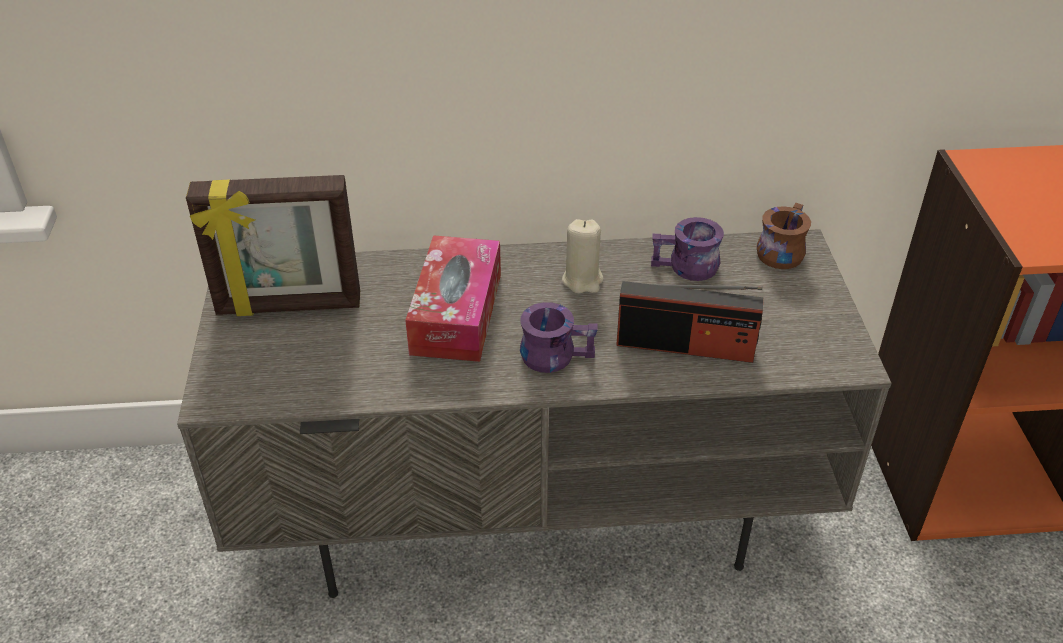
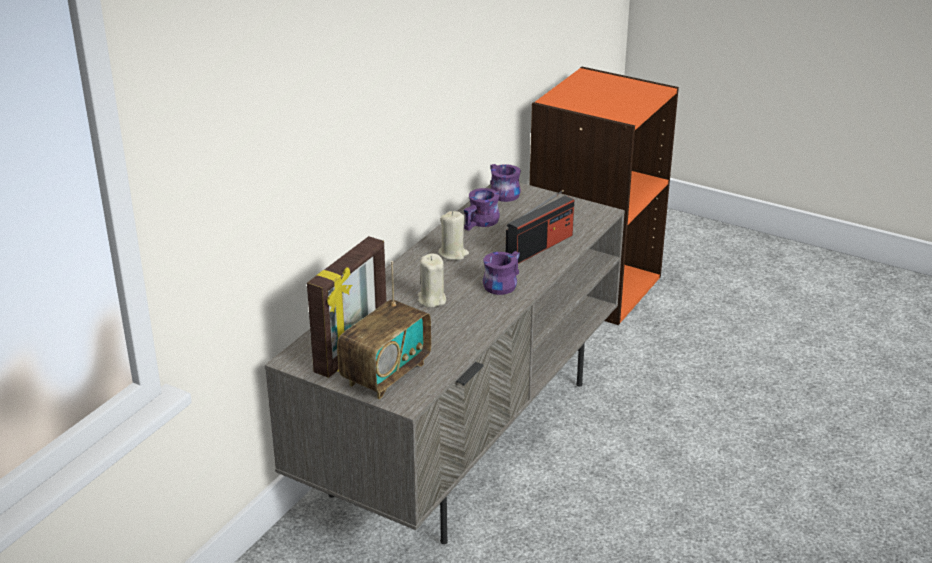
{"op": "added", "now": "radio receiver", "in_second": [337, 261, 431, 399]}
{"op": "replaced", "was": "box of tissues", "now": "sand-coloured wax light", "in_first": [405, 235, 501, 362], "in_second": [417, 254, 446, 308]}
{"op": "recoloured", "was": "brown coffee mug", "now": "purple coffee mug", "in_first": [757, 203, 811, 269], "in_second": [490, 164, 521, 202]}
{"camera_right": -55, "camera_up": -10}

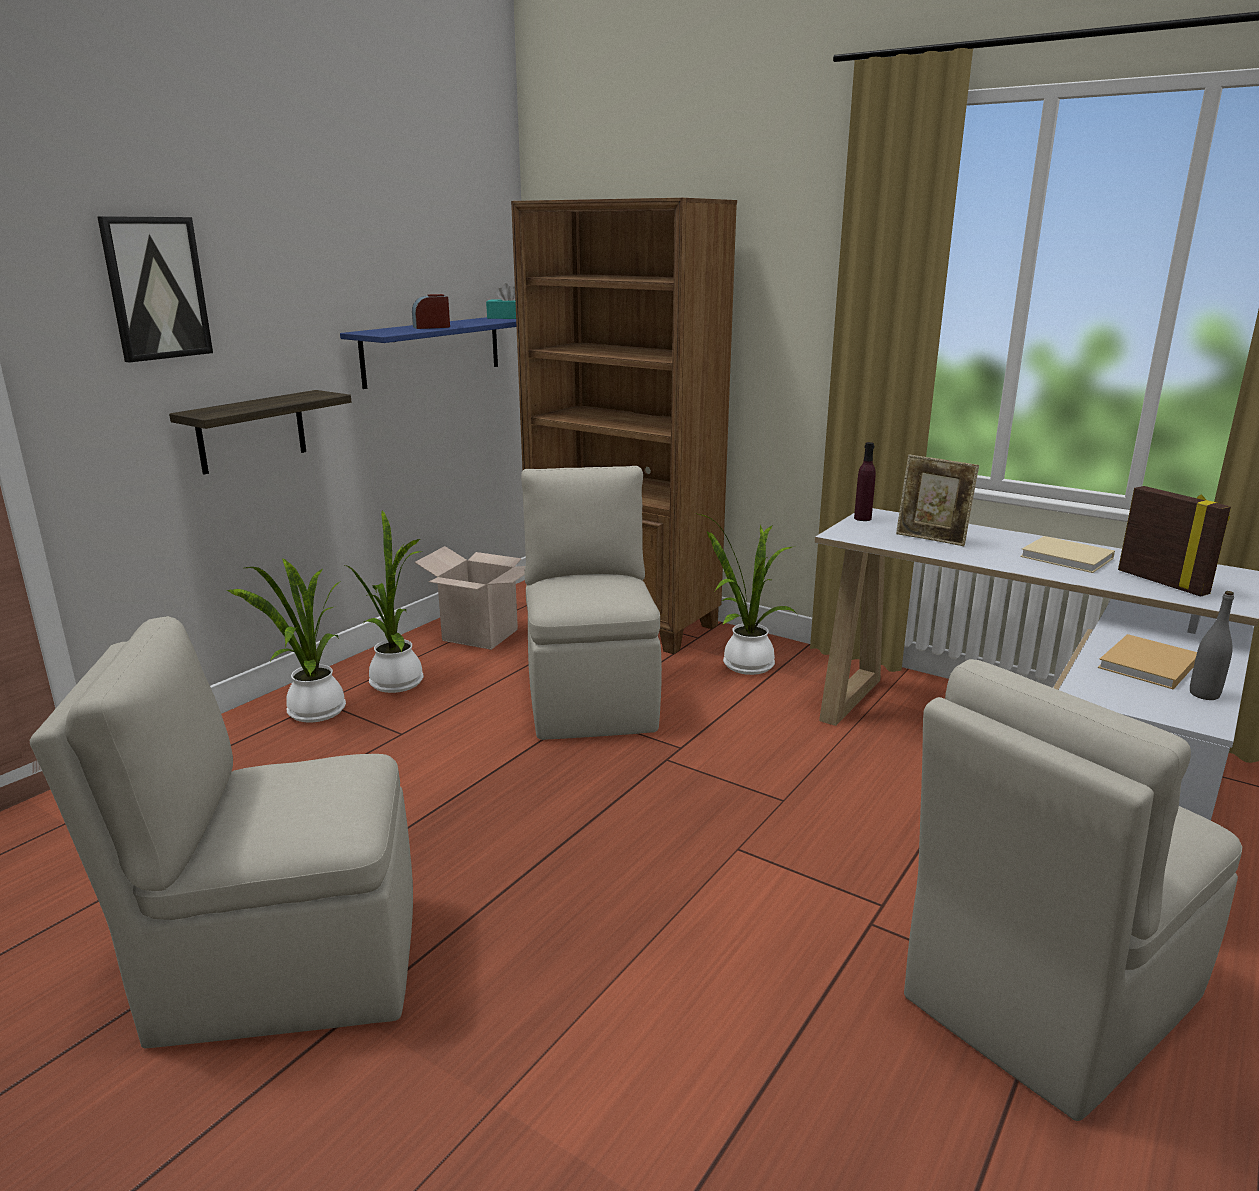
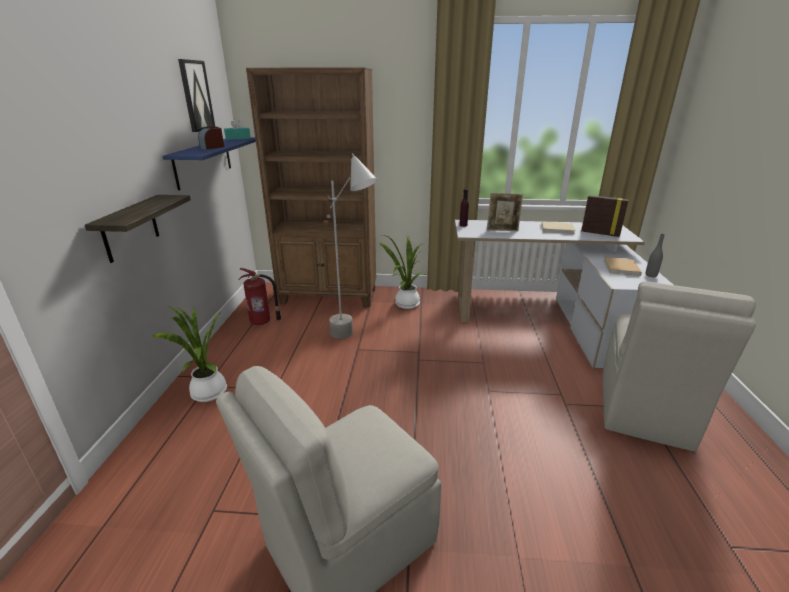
{"op": "removed", "was": "potted plant", "in_first": [345, 511, 424, 693]}
{"op": "moved", "was": "picture", "in_first": [97, 216, 213, 363], "in_second": [178, 59, 215, 132]}
{"op": "replaced", "was": "cardboard box", "now": "fire-fighting cylinder", "in_first": [414, 546, 525, 650], "in_second": [239, 268, 281, 325]}
{"op": "replaced", "was": "sand-coloured upright chair", "now": "greyish standard lamp", "in_first": [521, 466, 662, 740], "in_second": [327, 153, 377, 339]}
{"camera_right": -30, "camera_up": 5}

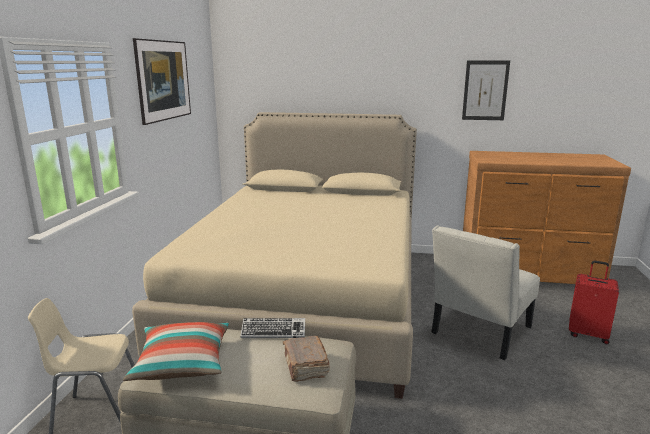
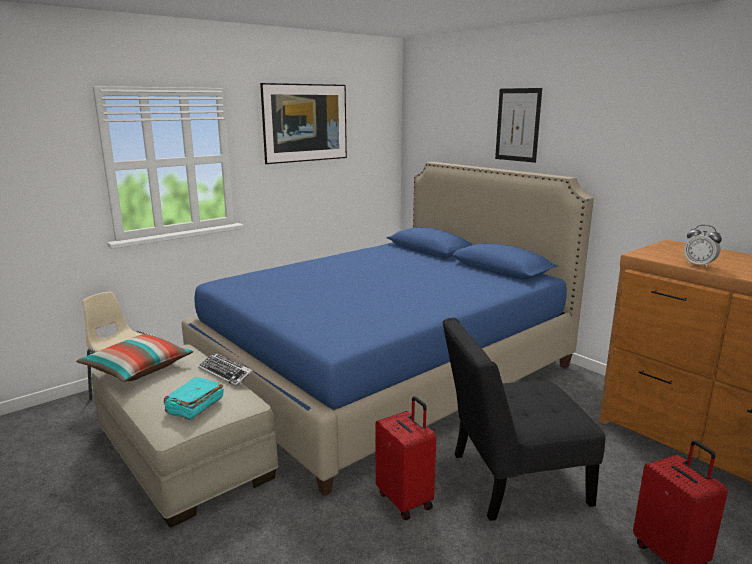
{"op": "added", "now": "red-coloured piece of luggage", "in_second": [376, 396, 436, 520]}
{"op": "added", "now": "alarm clock", "in_second": [684, 225, 722, 268]}
{"op": "moved", "was": "picture", "in_first": [462, 60, 510, 120], "in_second": [495, 88, 542, 163]}
{"op": "recoloured", "was": "sand-coloured sleeping bed", "now": "bluish sleeping bed", "in_first": [132, 112, 417, 399], "in_second": [182, 162, 594, 496]}
{"op": "recoloured", "was": "brown volume", "now": "turquoise-coloured volume", "in_first": [283, 336, 330, 382], "in_second": [164, 377, 224, 421]}
{"op": "recoloured", "was": "whitish upright chair", "now": "blackish upright chair", "in_first": [431, 225, 540, 360], "in_second": [442, 318, 605, 521]}
{"camera_right": 40, "camera_up": 0}

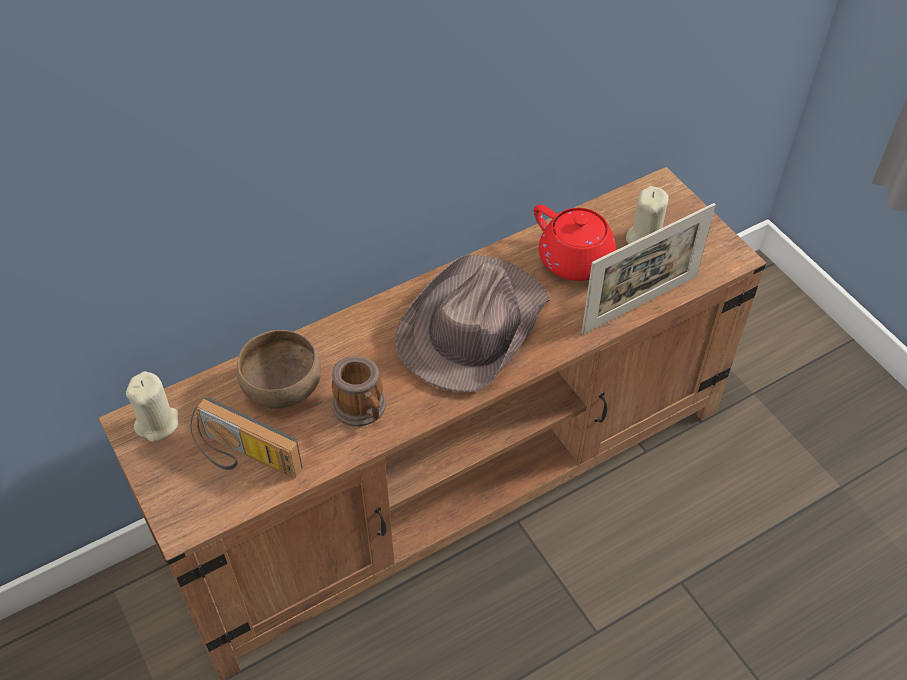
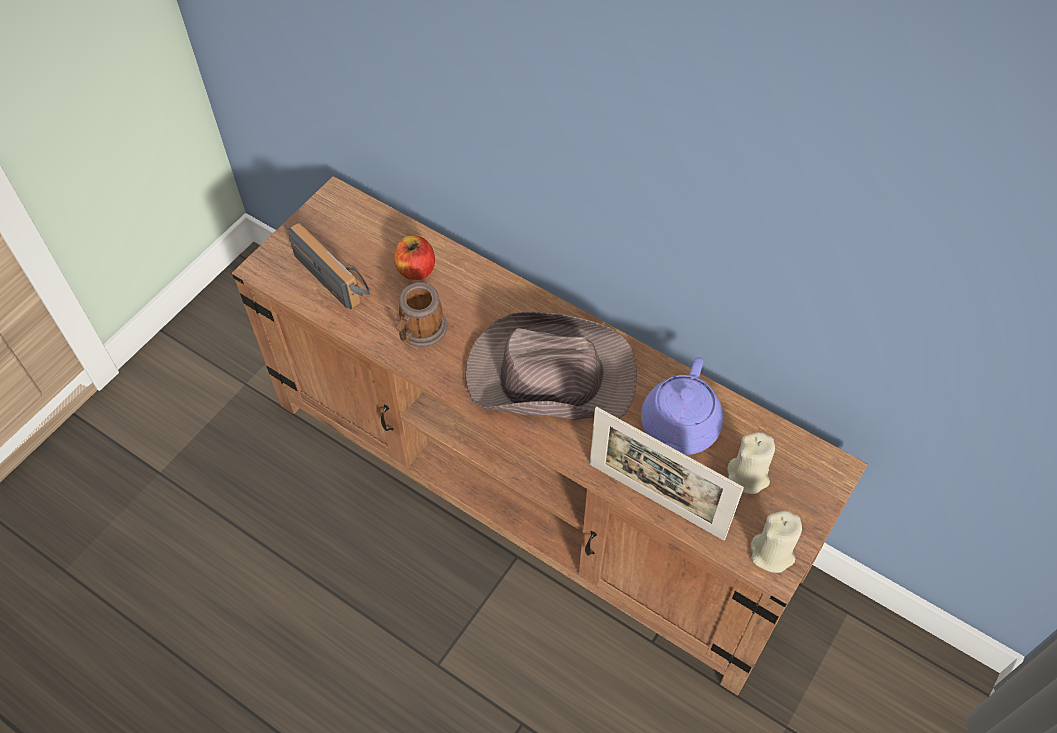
{"op": "moved", "was": "sand-coloured wax light", "in_first": [126, 371, 178, 442], "in_second": [751, 511, 802, 573]}
{"op": "replaced", "was": "brown bowl", "now": "apple fruit", "in_first": [237, 330, 321, 409], "in_second": [394, 235, 435, 280]}
{"op": "recoloured", "was": "red-coloured tea pot", "now": "purple tea pot", "in_first": [534, 204, 616, 281], "in_second": [641, 357, 723, 455]}
{"op": "turned", "was": "radio receiver", "in_first": [191, 398, 303, 478], "in_second": [288, 223, 370, 309], "clockwise": 135}
{"camera_right": 65, "camera_up": 5}

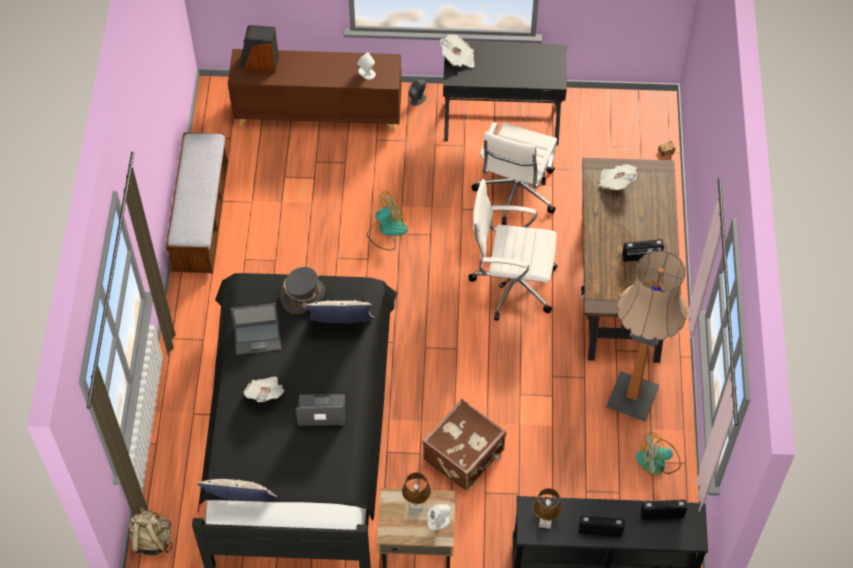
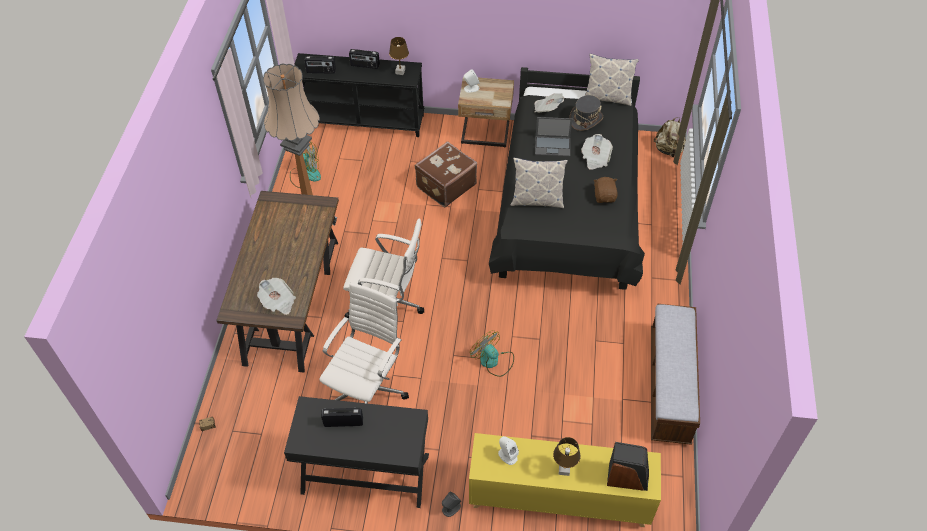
{"op": "moved", "was": "greyish clothing hat", "in_first": [281, 267, 325, 314], "in_second": [569, 95, 603, 131]}
{"op": "moved", "was": "brown table lamp", "in_first": [402, 472, 431, 512], "in_second": [553, 437, 581, 476]}
{"op": "moved", "was": "daily paper", "in_first": [440, 35, 475, 68], "in_second": [534, 93, 564, 112]}
{"op": "moved", "was": "radio receiver", "in_first": [622, 239, 664, 262], "in_second": [321, 408, 363, 427]}
{"op": "replaced", "was": "portable computer", "now": "brown soft toy", "in_first": [231, 303, 281, 355], "in_second": [594, 177, 618, 203]}
{"op": "recoloured", "was": "brown cupboard", "now": "yellowish cupboard", "in_first": [228, 49, 402, 131], "in_second": [469, 433, 661, 527]}
{"op": "turned", "was": "fan", "in_first": [367, 191, 408, 250], "in_second": [470, 330, 514, 377], "clockwise": 75}
{"camera_right": -175, "camera_up": -5}

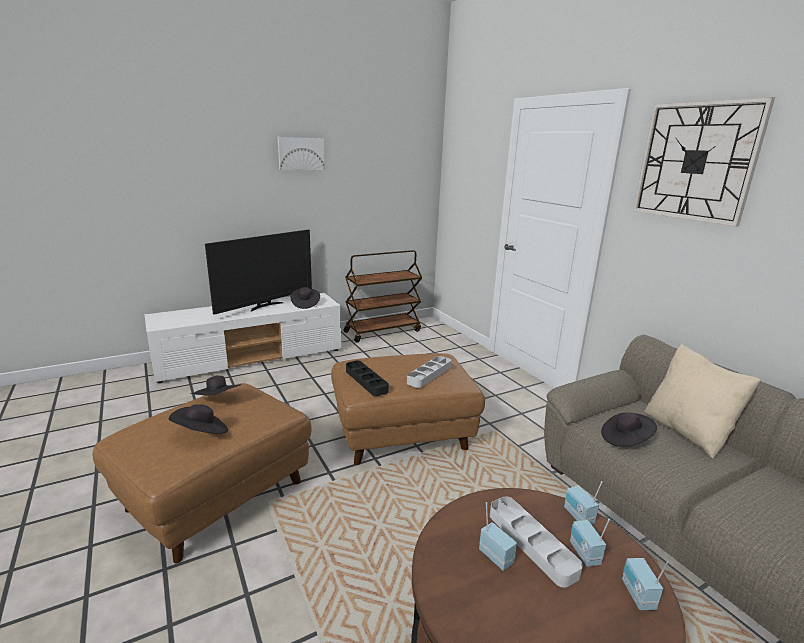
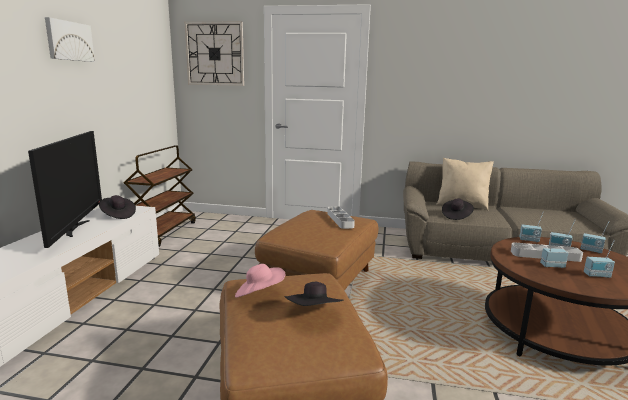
{"op": "removed", "was": "blackish tray", "in_first": [346, 361, 388, 396]}
{"op": "added", "now": "radio receiver", "in_second": [584, 240, 615, 278]}
{"op": "moved", "was": "clock on the wall", "in_first": [633, 97, 775, 227], "in_second": [184, 22, 244, 86]}
{"op": "recoloured", "was": "blackish clothing hat", "now": "pinkish clothing hat", "in_first": [191, 376, 241, 396], "in_second": [235, 264, 285, 298]}
{"camera_right": -50, "camera_up": -5}

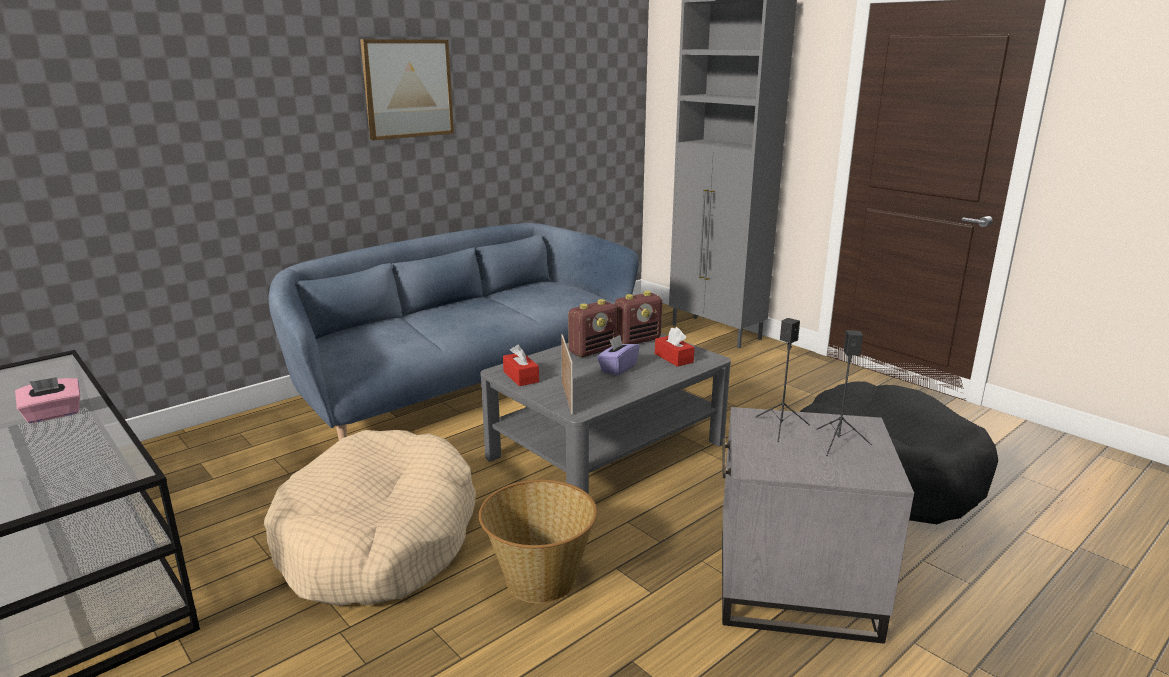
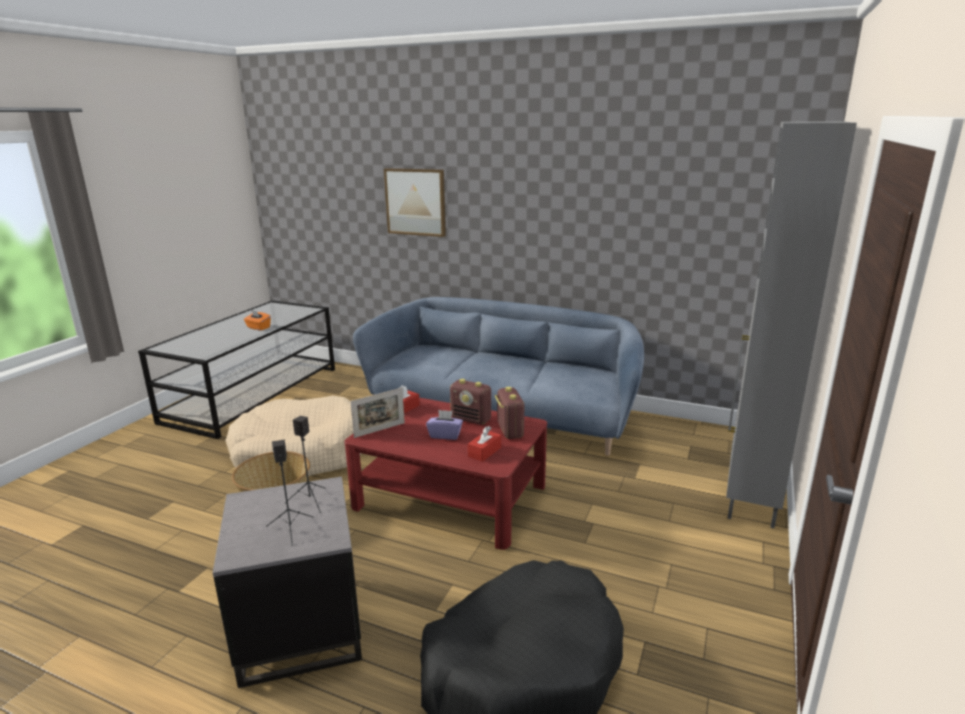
{"op": "moved", "was": "picture", "in_first": [360, 39, 454, 140], "in_second": [384, 168, 446, 237]}
{"op": "recoloured", "was": "pinkish box of tissues", "now": "orange box of tissues", "in_first": [15, 377, 80, 424], "in_second": [244, 310, 271, 330]}
{"op": "recoloured", "was": "greyish low table", "now": "red-coloured low table", "in_first": [480, 334, 731, 494], "in_second": [344, 398, 547, 550]}
{"op": "turned", "was": "radio receiver", "in_first": [614, 291, 662, 344], "in_second": [495, 387, 524, 439], "clockwise": -135}
{"camera_right": 65, "camera_up": 0}

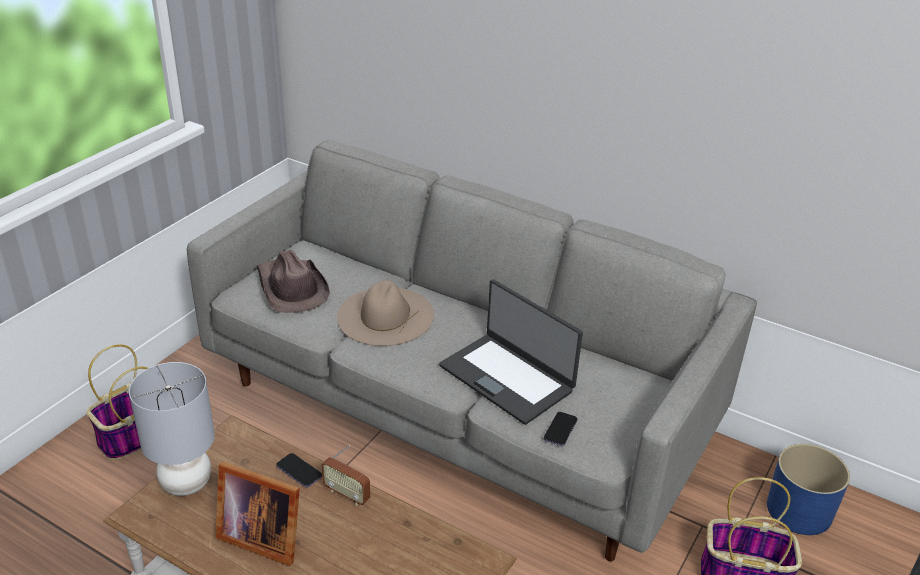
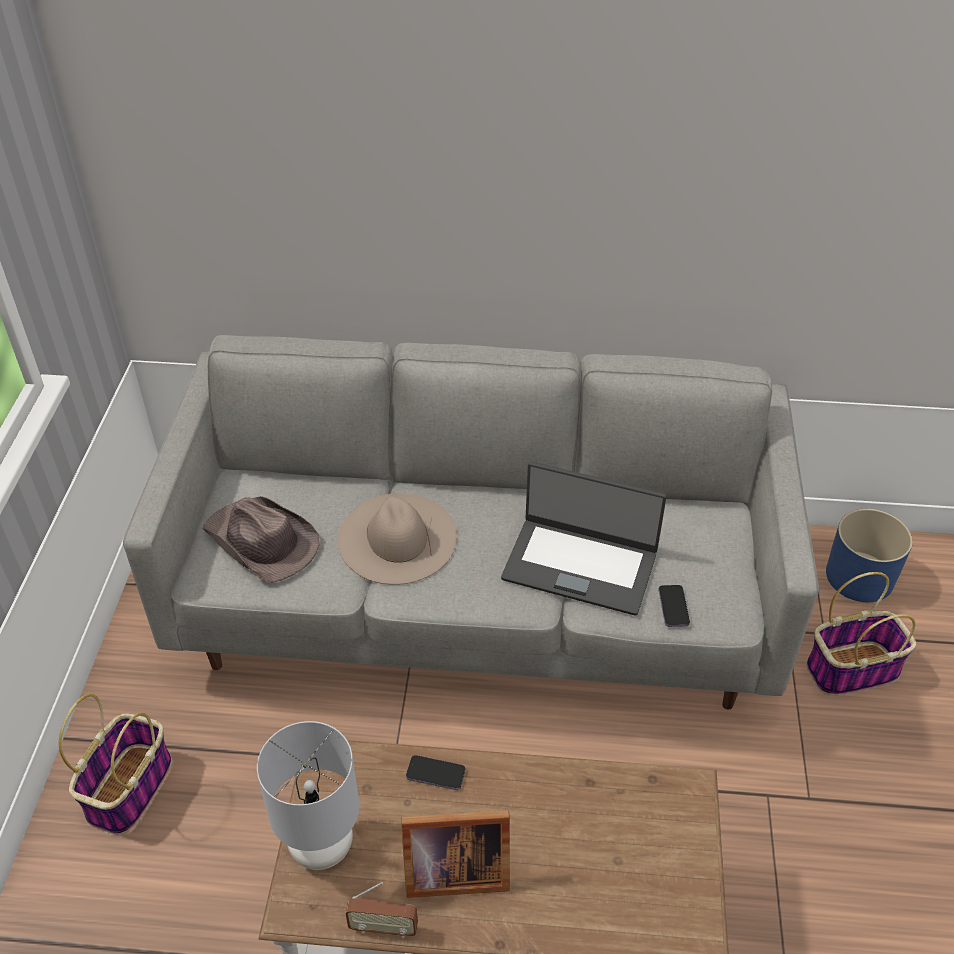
{"op": "moved", "was": "radio receiver", "in_first": [321, 445, 370, 506], "in_second": [345, 882, 418, 938]}
{"camera_right": -25, "camera_up": 10}

